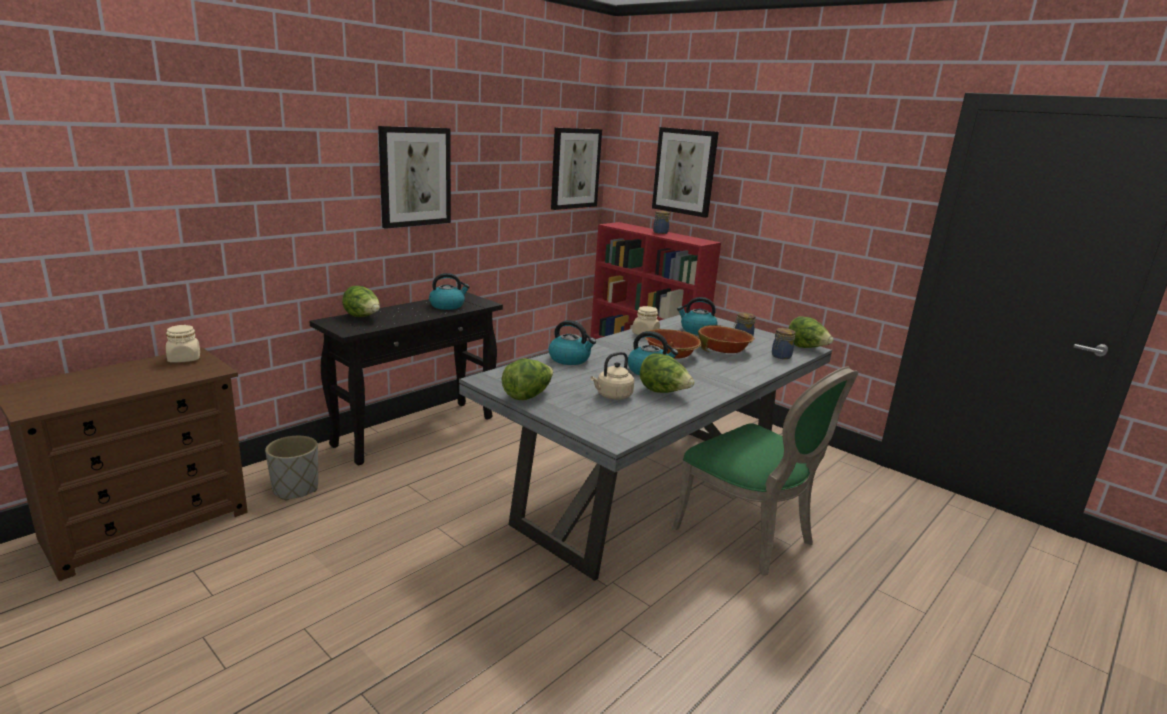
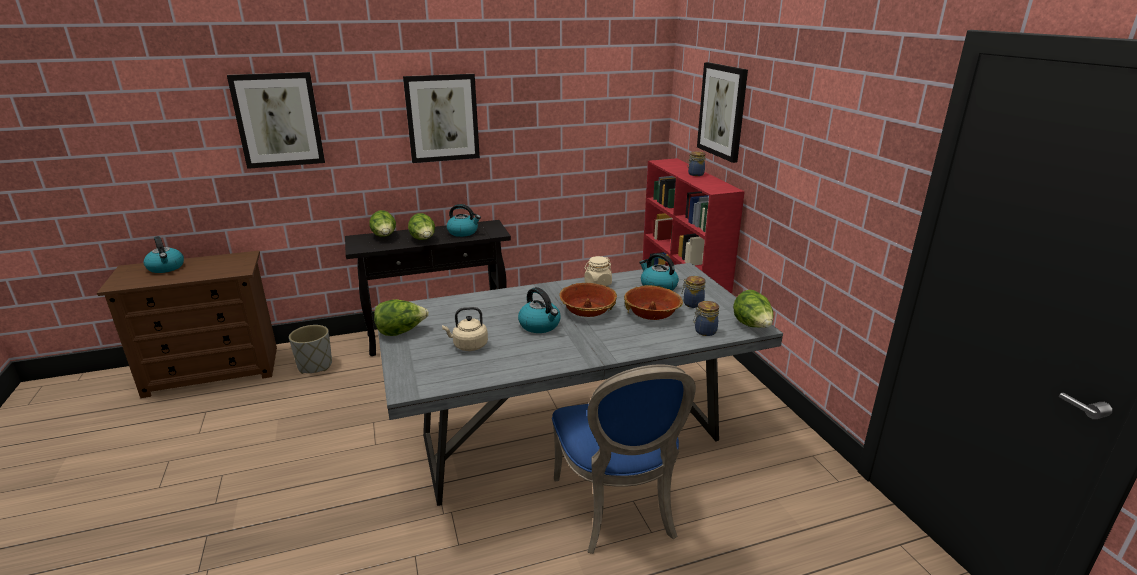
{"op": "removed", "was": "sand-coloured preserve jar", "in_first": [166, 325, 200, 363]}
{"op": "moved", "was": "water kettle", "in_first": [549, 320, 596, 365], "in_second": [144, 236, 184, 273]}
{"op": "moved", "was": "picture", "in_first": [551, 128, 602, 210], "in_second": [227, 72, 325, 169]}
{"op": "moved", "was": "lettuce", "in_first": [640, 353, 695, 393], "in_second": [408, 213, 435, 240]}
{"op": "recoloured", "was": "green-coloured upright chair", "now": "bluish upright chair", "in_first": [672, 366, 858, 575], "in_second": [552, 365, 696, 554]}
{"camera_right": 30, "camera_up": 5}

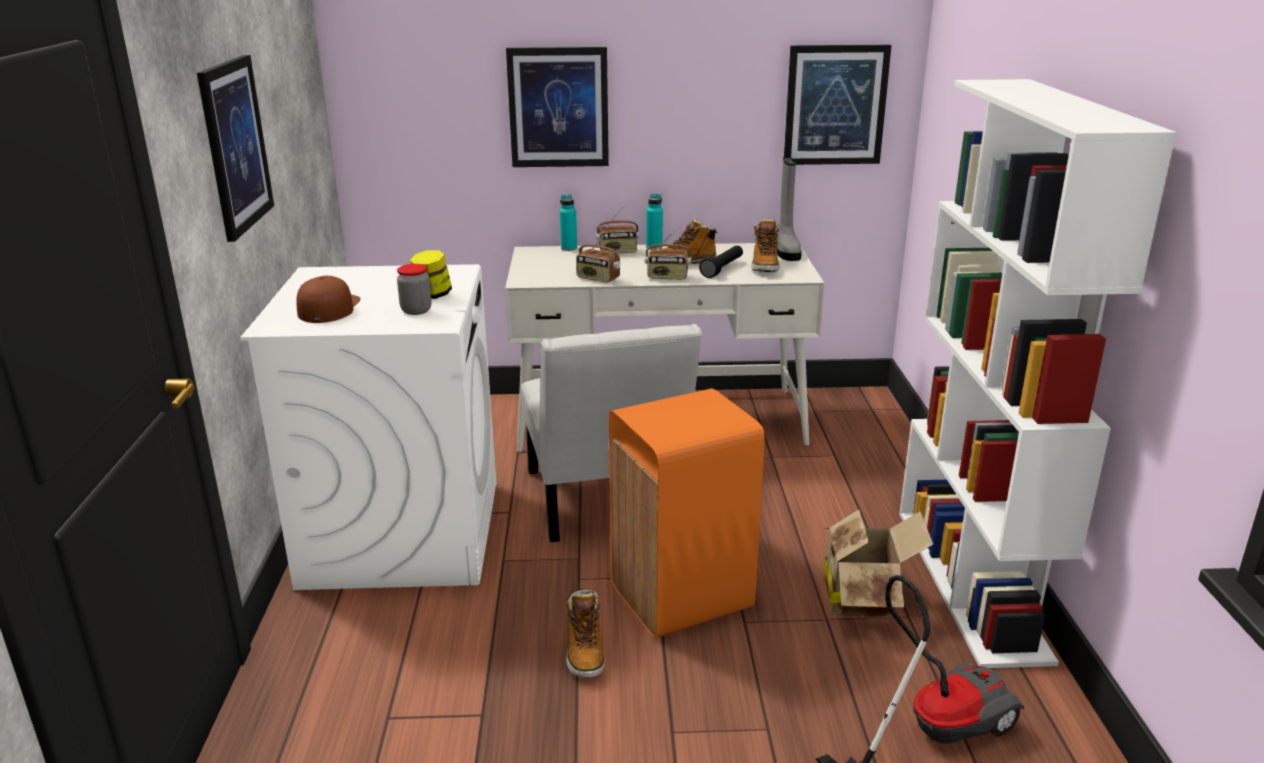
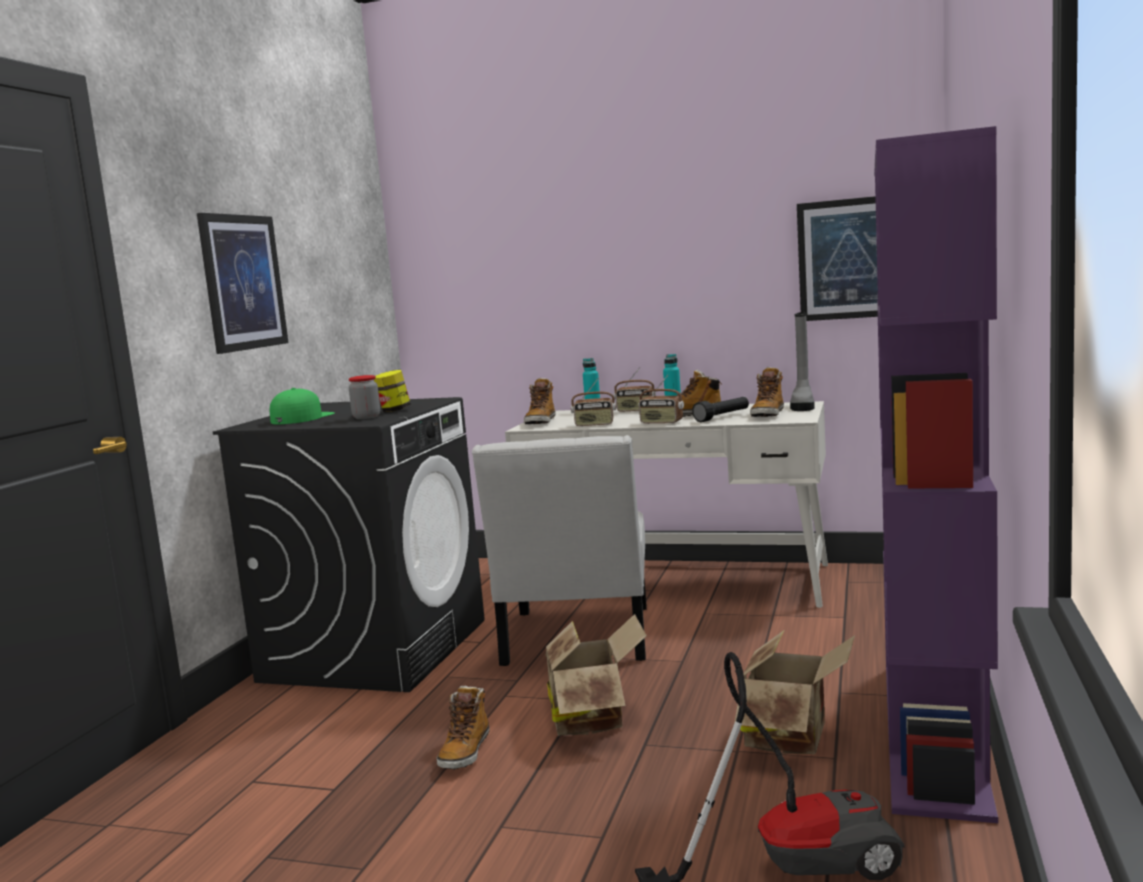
{"op": "removed", "was": "picture", "in_first": [506, 47, 609, 167]}
{"op": "added", "now": "tall boot", "in_second": [524, 378, 555, 424]}
{"op": "replaced", "was": "orange rubbish bin", "now": "cardboard box", "in_first": [609, 388, 765, 638], "in_second": [545, 614, 647, 736]}
{"op": "recoloured", "was": "whitish laundry appliance", "now": "blackish laundry appliance", "in_first": [240, 264, 496, 590], "in_second": [213, 397, 485, 692]}
{"op": "recoloured", "was": "brown cap", "now": "green-coloured cap", "in_first": [296, 276, 361, 323], "in_second": [270, 388, 335, 424]}
{"op": "recoloured", "was": "whitish shelving unit", "now": "purple shelving unit", "in_first": [899, 79, 1177, 668], "in_second": [874, 126, 998, 823]}
{"op": "turned", "was": "radio receiver", "in_first": [576, 232, 620, 283], "in_second": [571, 378, 616, 427], "clockwise": -45}
{"camera_right": 20, "camera_up": -15}

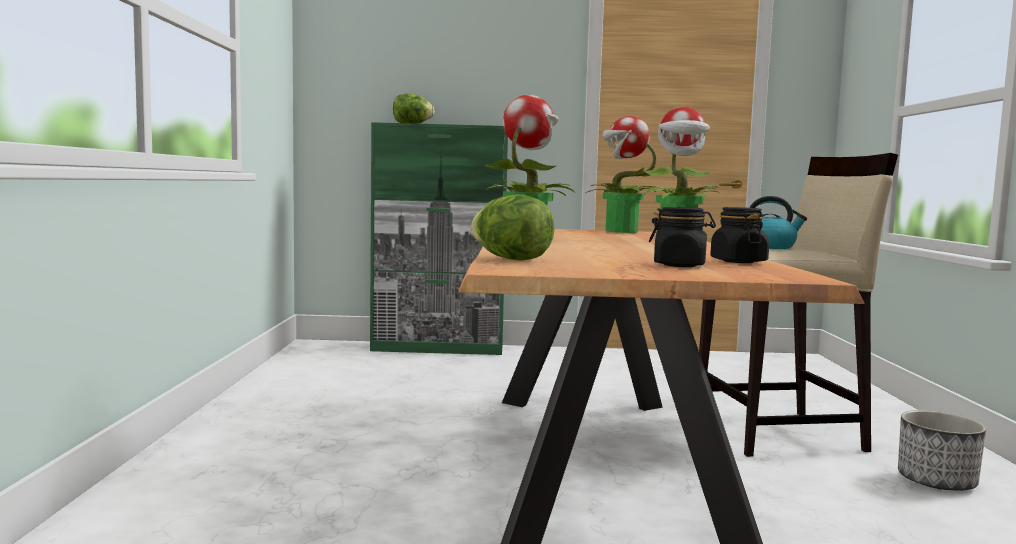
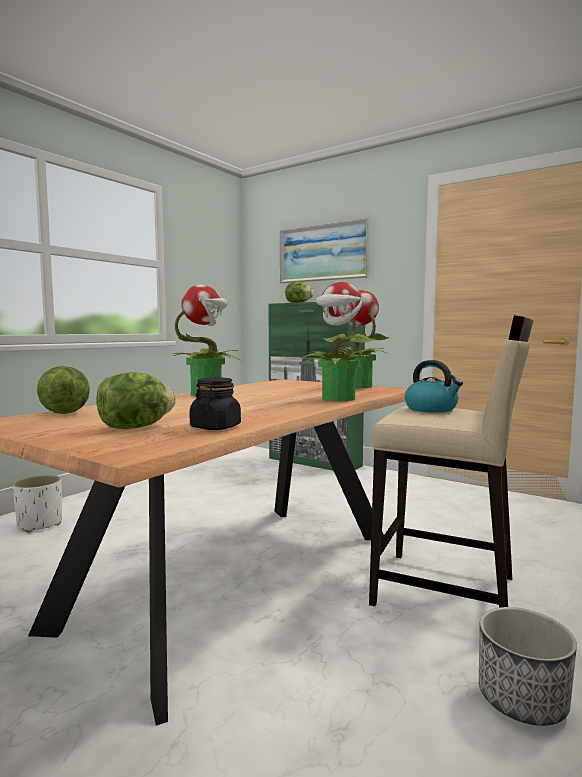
{"op": "added", "now": "whitish plant pot", "in_second": [12, 475, 62, 533]}
{"op": "added", "now": "picture", "in_second": [280, 218, 370, 283]}
{"op": "replaced", "was": "blackish preserve jar", "now": "lettuce", "in_first": [649, 207, 716, 267], "in_second": [96, 372, 176, 429]}
{"camera_right": 35, "camera_up": 0}

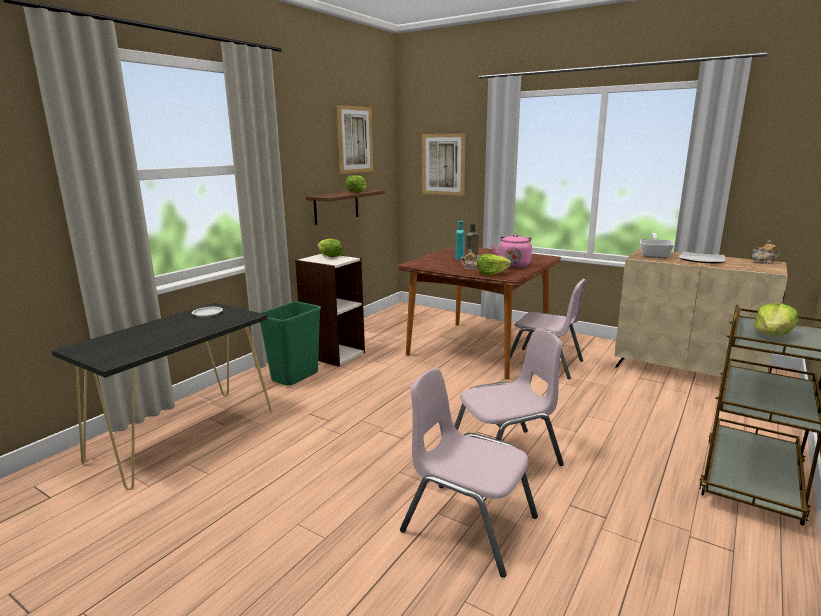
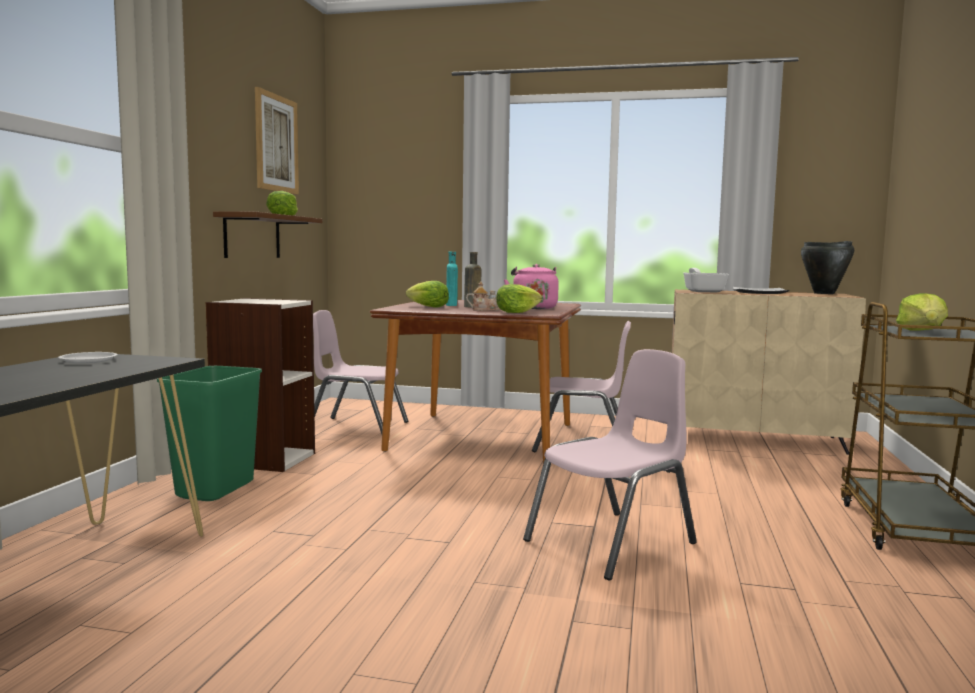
{"op": "removed", "was": "picture", "in_first": [422, 133, 466, 196]}
{"op": "moved", "was": "lettuce", "in_first": [318, 239, 343, 257], "in_second": [406, 281, 449, 308]}
{"op": "moved", "was": "pinkish upright chair", "in_first": [400, 368, 538, 577], "in_second": [313, 310, 408, 434]}
{"op": "replaced", "was": "tea pot", "now": "blackish stockpot", "in_first": [752, 240, 780, 264], "in_second": [801, 241, 854, 294]}
{"camera_right": -20, "camera_up": -10}

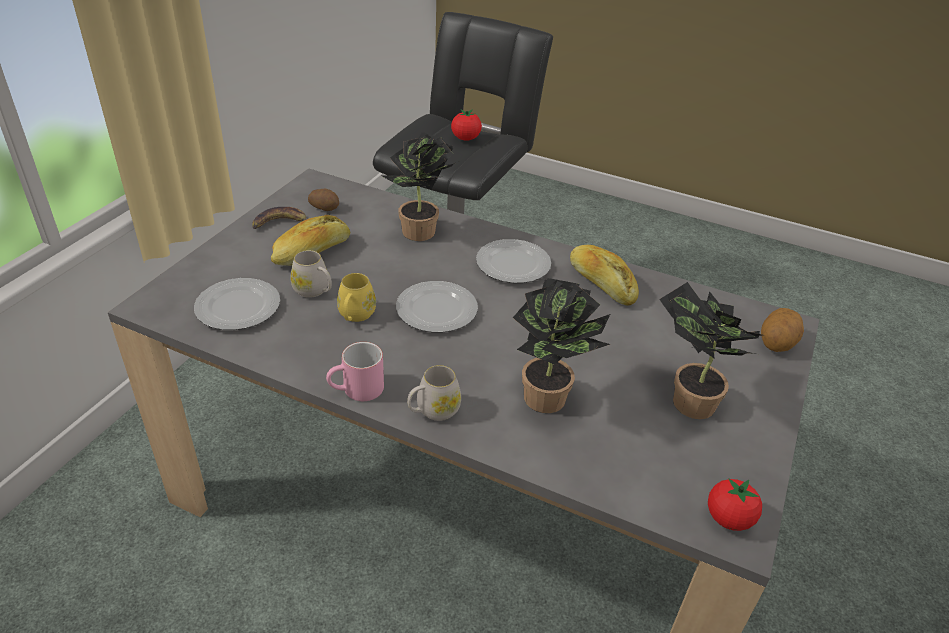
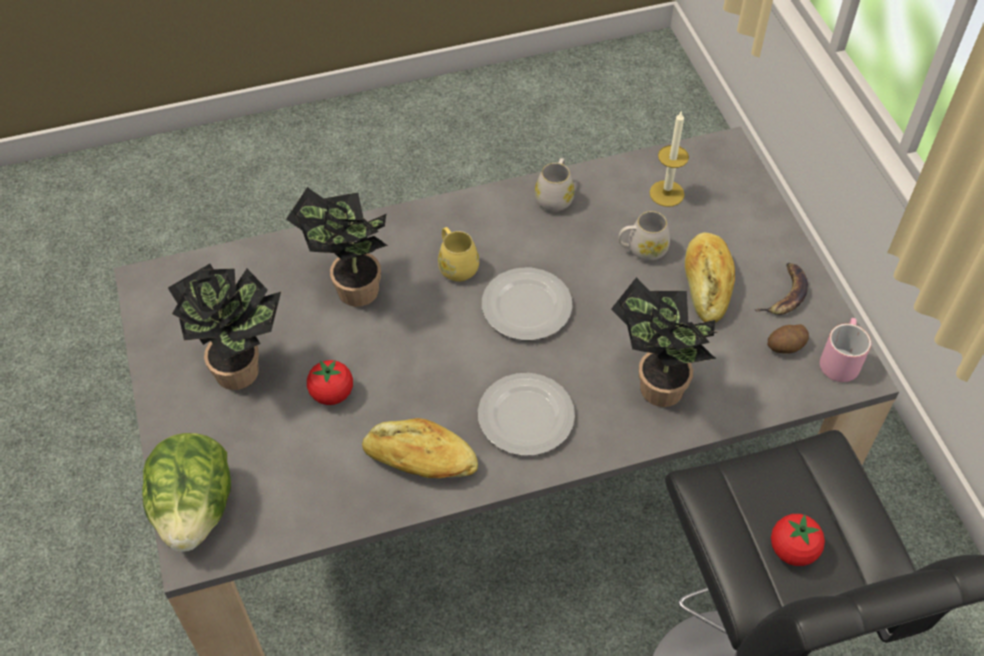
{"op": "moved", "was": "pinkish coffee mug", "in_first": [326, 342, 384, 401], "in_second": [820, 318, 871, 382]}
{"op": "moved", "was": "yellowish coffee mug", "in_first": [337, 273, 376, 322], "in_second": [438, 227, 479, 282]}
{"op": "moved", "was": "whitish coffee mug", "in_first": [407, 365, 461, 421], "in_second": [535, 158, 574, 212]}
{"op": "moved", "was": "whole tomato", "in_first": [708, 478, 762, 531], "in_second": [307, 360, 353, 405]}
{"op": "replaced", "was": "dinner plate", "now": "wax light", "in_first": [194, 278, 280, 330], "in_second": [649, 111, 689, 207]}
{"op": "replaced", "was": "spud", "now": "lettuce", "in_first": [761, 308, 804, 352], "in_second": [142, 433, 231, 552]}
{"camera_right": 140, "camera_up": 15}

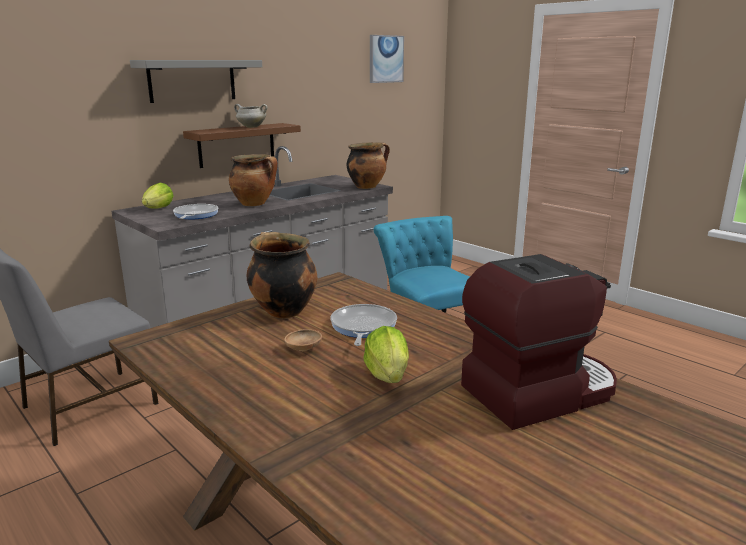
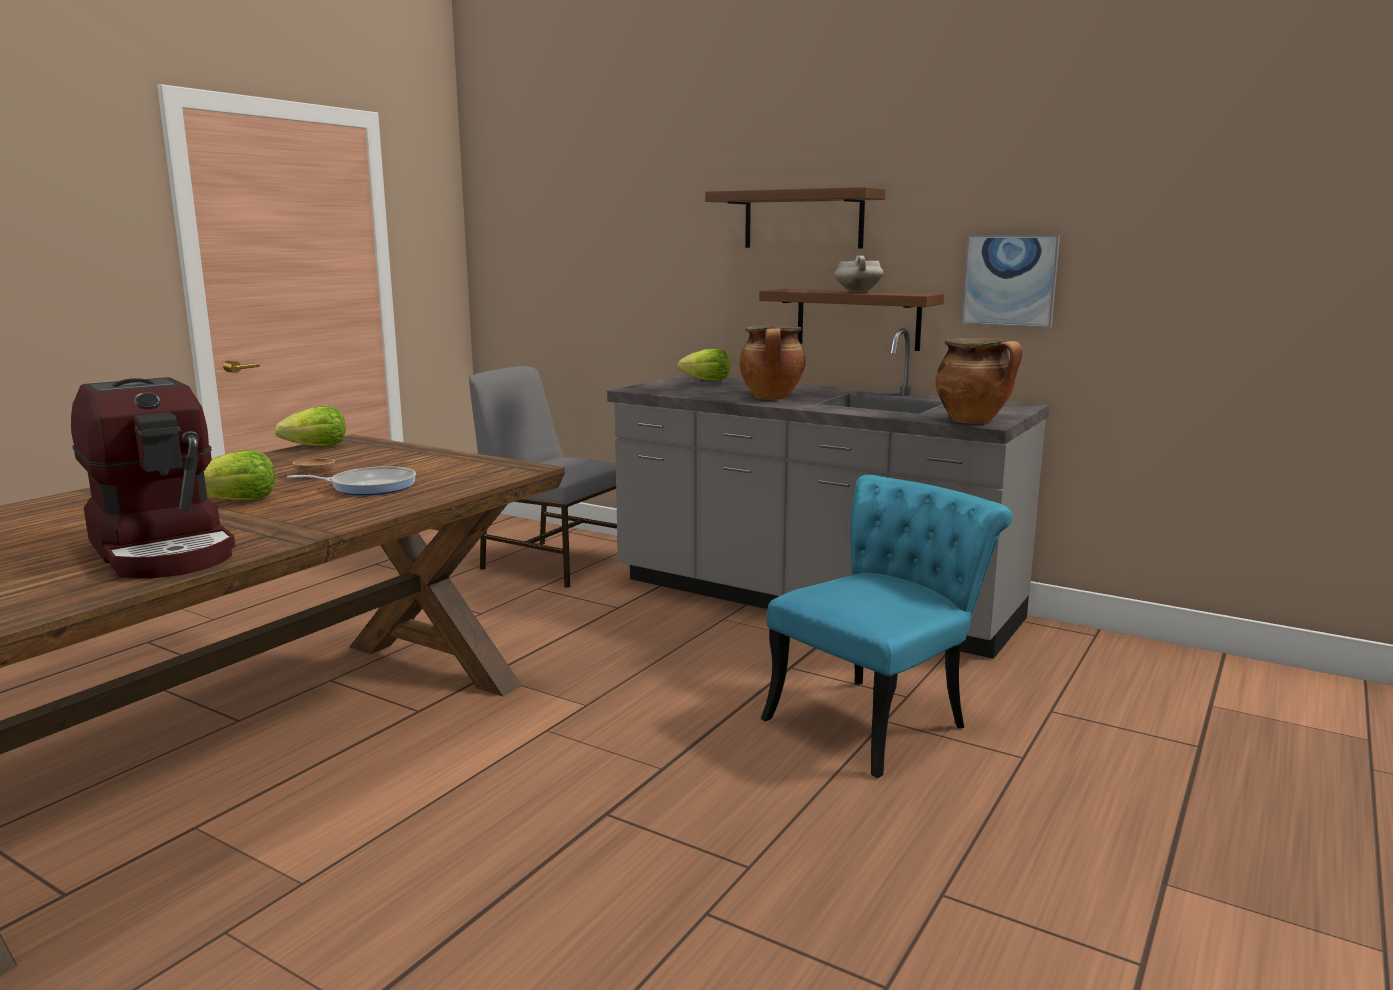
{"op": "removed", "was": "frying pan", "in_first": [173, 204, 218, 219]}
{"op": "removed", "was": "stockpot", "in_first": [246, 232, 317, 318]}
{"op": "added", "now": "lettuce", "in_second": [274, 406, 346, 446]}
{"op": "moved", "was": "picture", "in_first": [370, 35, 404, 83], "in_second": [962, 235, 1060, 328]}
{"op": "recoloured", "was": "greyish wall shelf", "now": "brown wall shelf", "in_first": [130, 60, 262, 103], "in_second": [705, 187, 886, 249]}
{"camera_right": 75, "camera_up": -5}

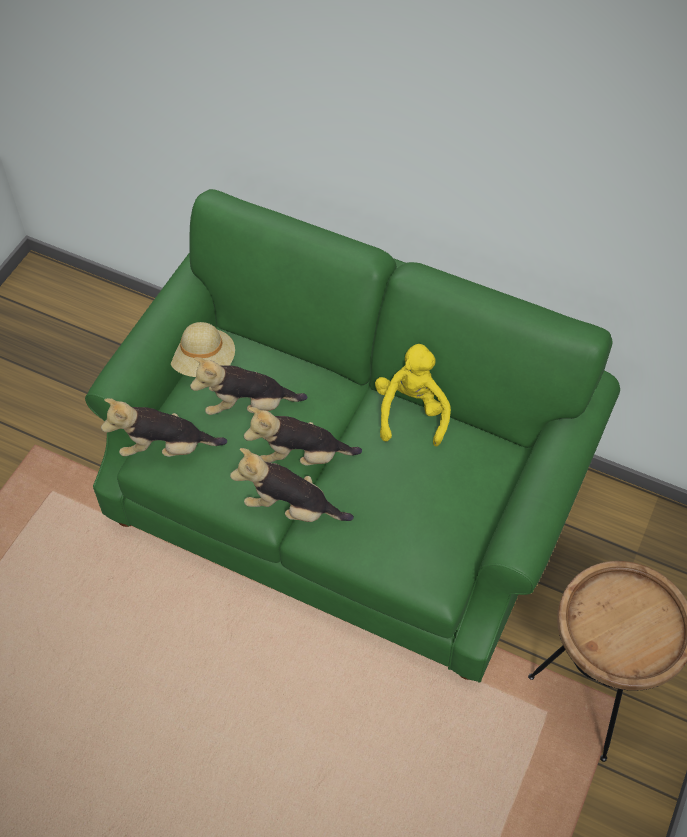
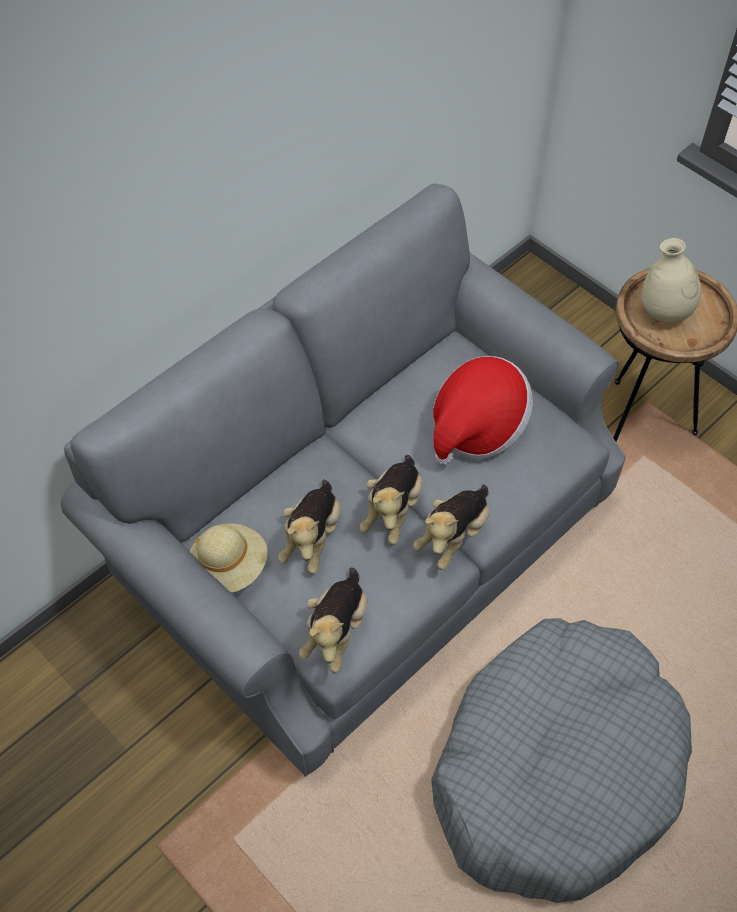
{"op": "removed", "was": "yellowish soft toy", "in_first": [375, 344, 451, 446]}
{"op": "added", "now": "greyish pet bed", "in_second": [431, 618, 692, 903]}
{"op": "added", "now": "clothing hat", "in_second": [433, 356, 533, 465]}
{"op": "added", "now": "sand-coloured vase", "in_second": [641, 238, 701, 323]}
{"op": "recoloured", "was": "green-coloured couch", "now": "greyish couch", "in_first": [85, 189, 620, 683], "in_second": [61, 183, 626, 777]}
{"camera_right": -70, "camera_up": 0}

